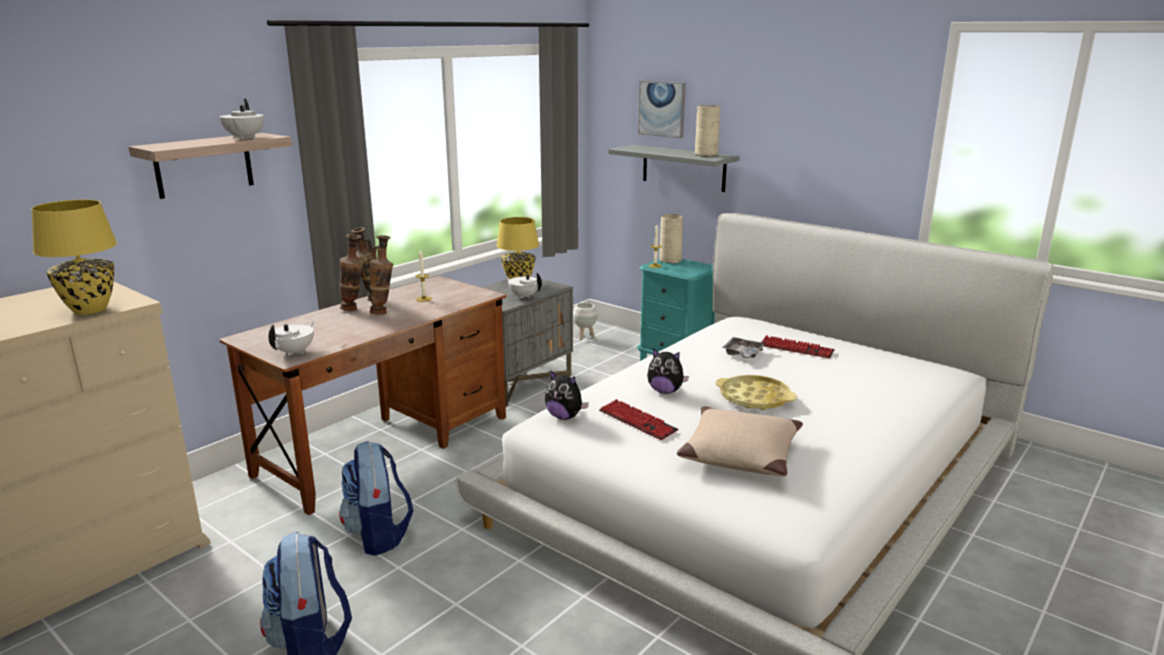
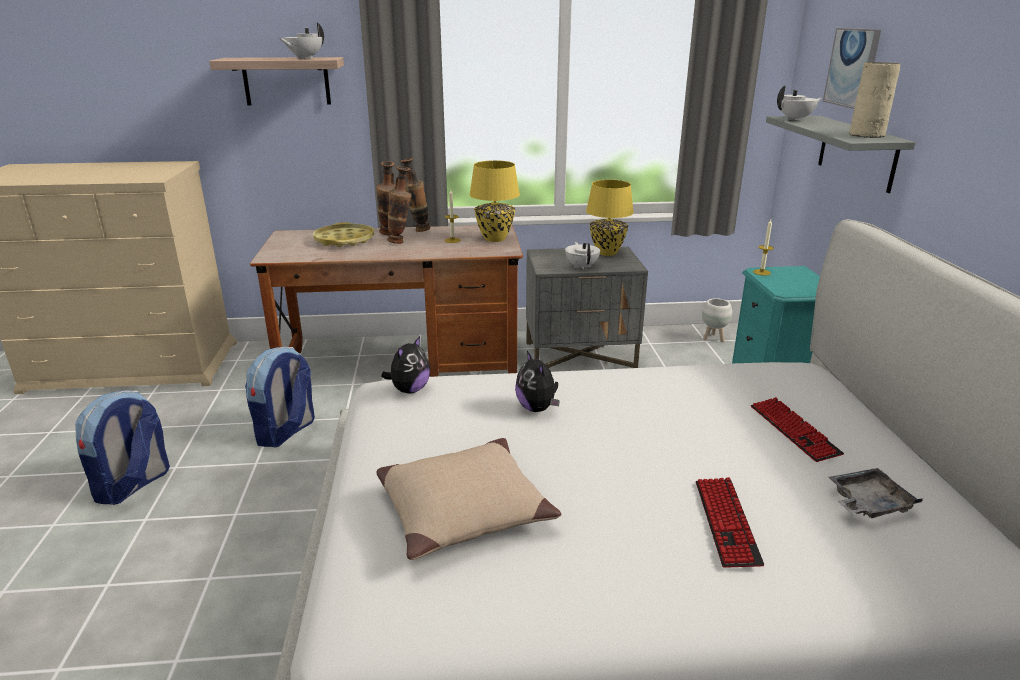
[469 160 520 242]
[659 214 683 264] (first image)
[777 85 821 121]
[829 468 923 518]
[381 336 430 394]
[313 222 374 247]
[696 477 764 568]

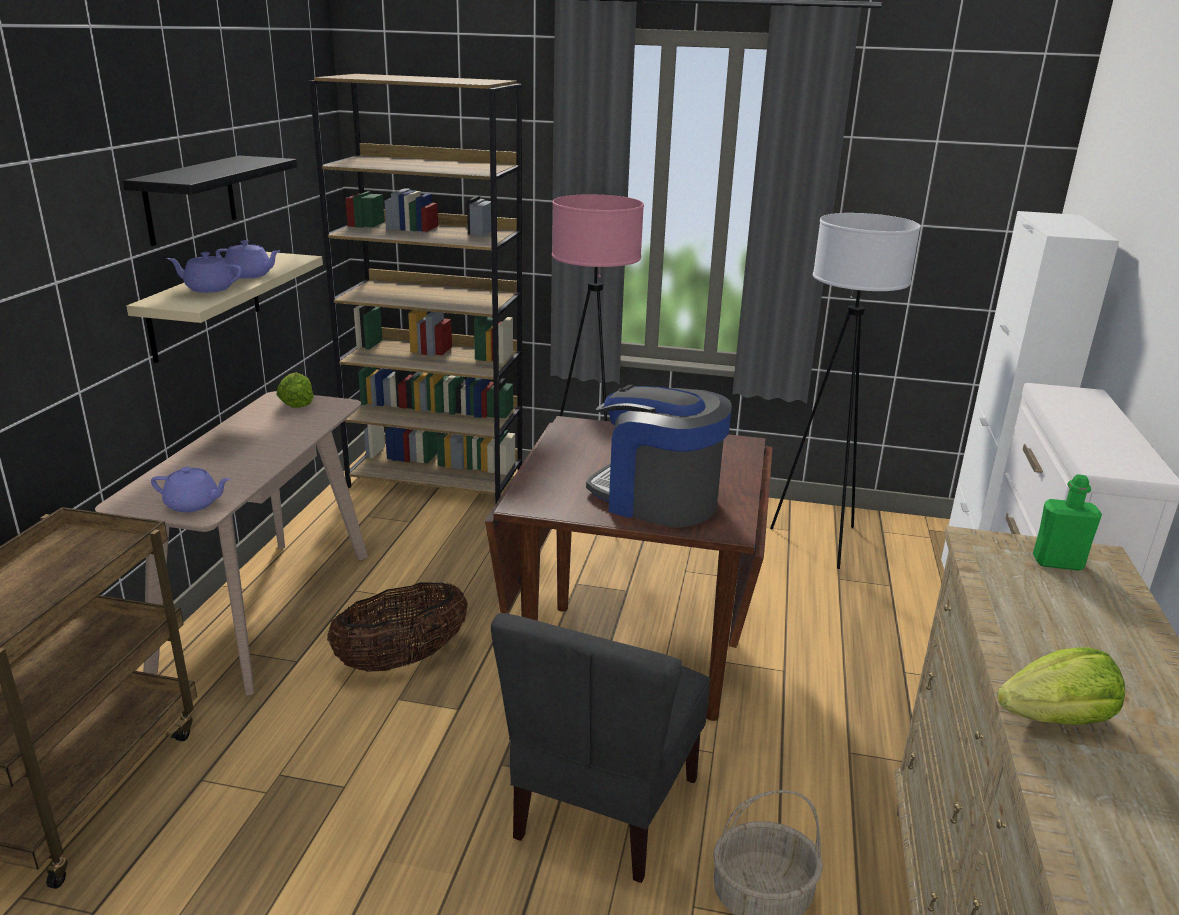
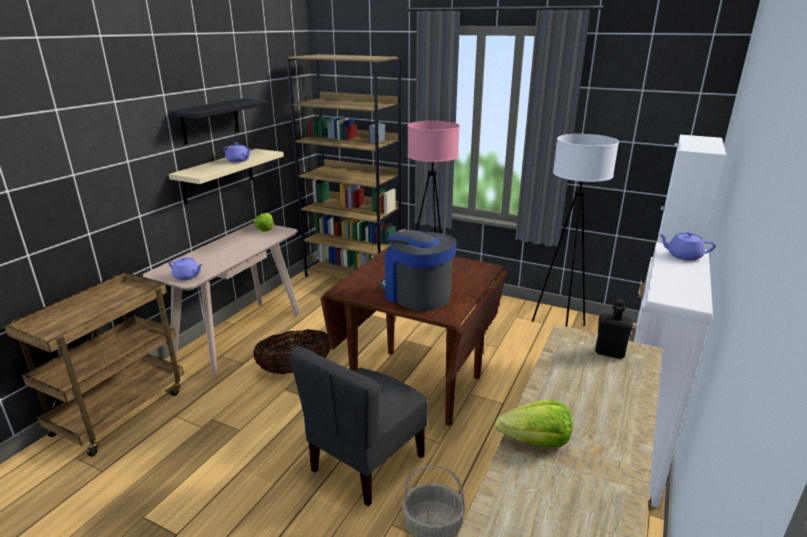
[658 231 716 261]
[595 299 634 359]

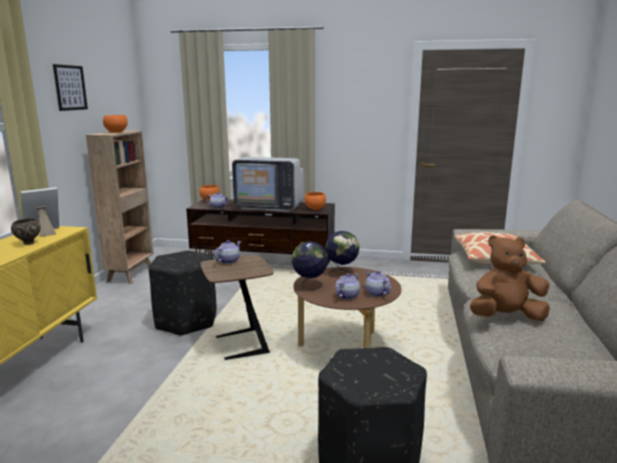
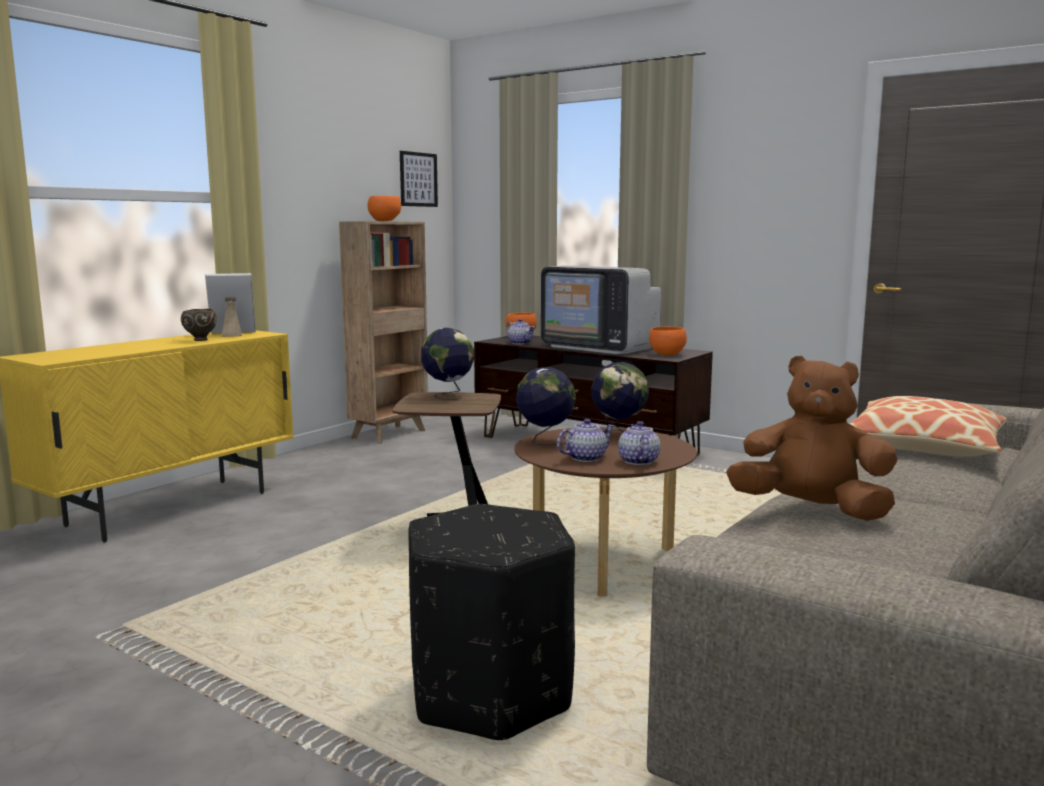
[400 151 438 207]
[421 328 474 400]
[149 251 216 336] (first image)

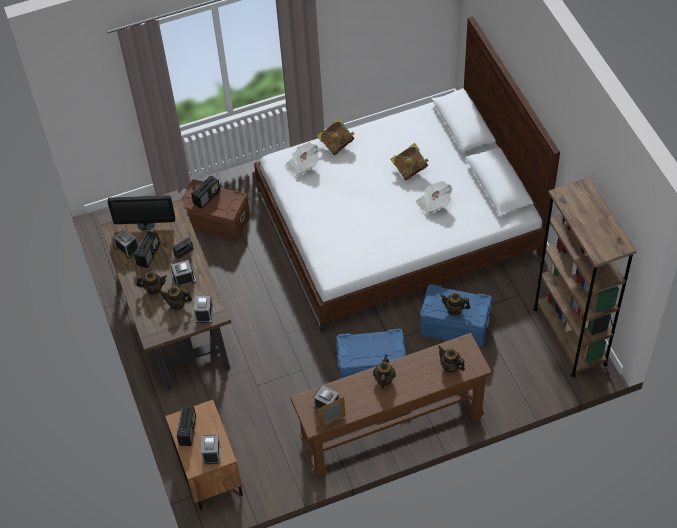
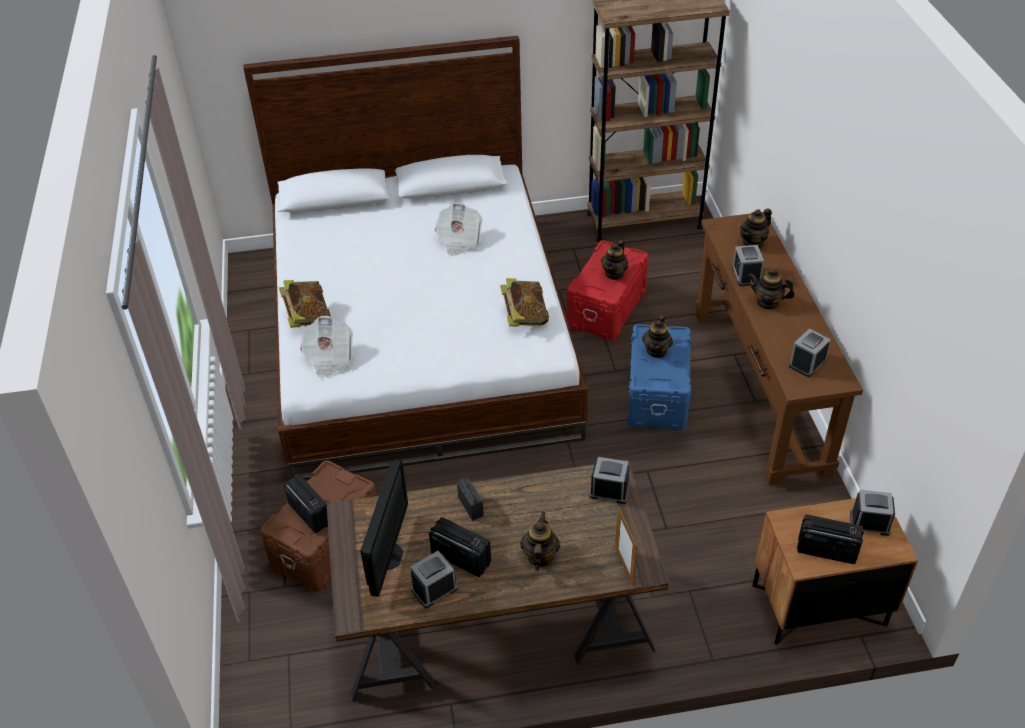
[500 278 549 326]
[732 245 764 286]
[567 240 649 341]
[642 315 673 358]
[615 506 637 586]

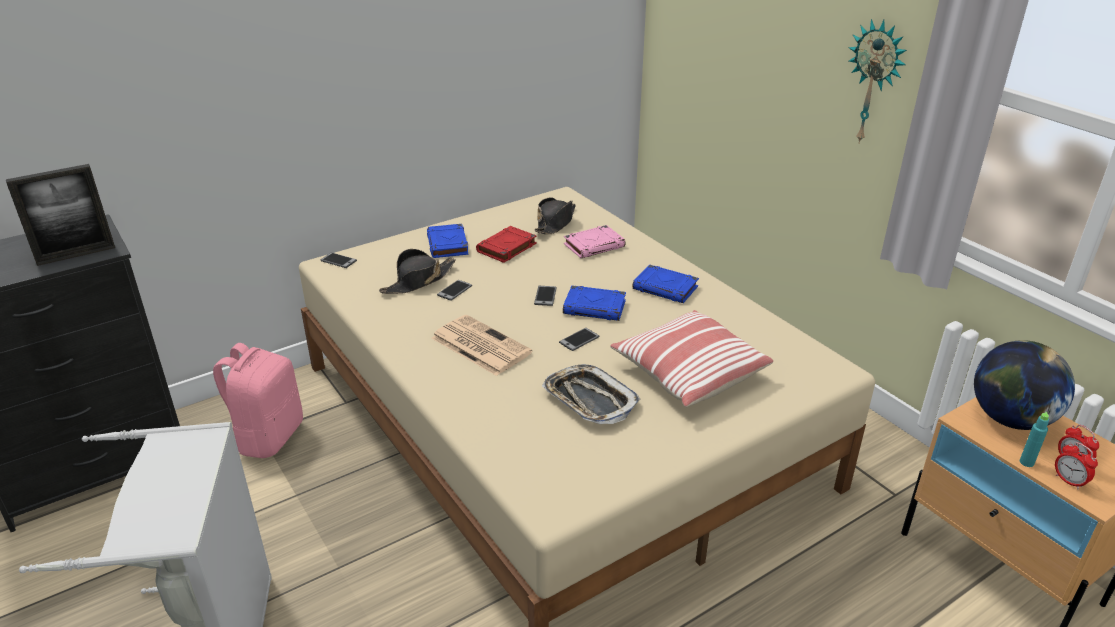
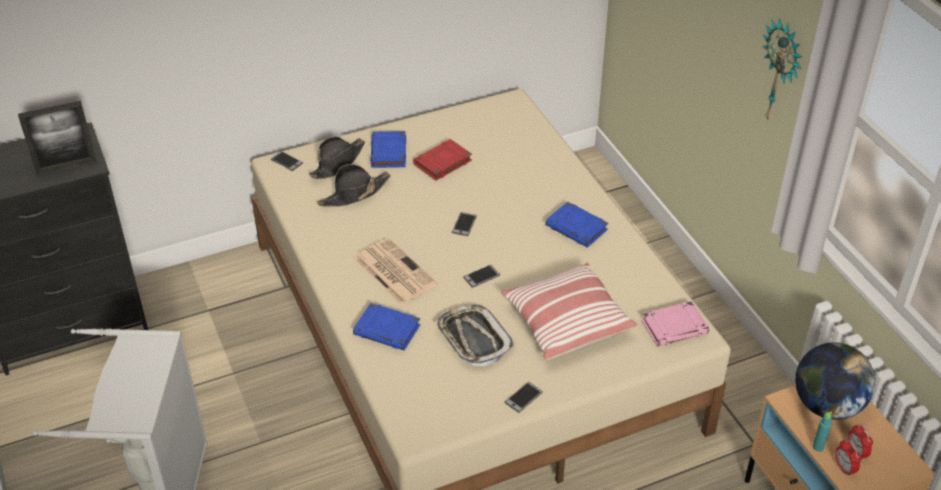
[309 137 365 179]
[641 301 709 347]
[504 382 543 413]
[353 303 420 350]
[213 343 303 458] (first image)

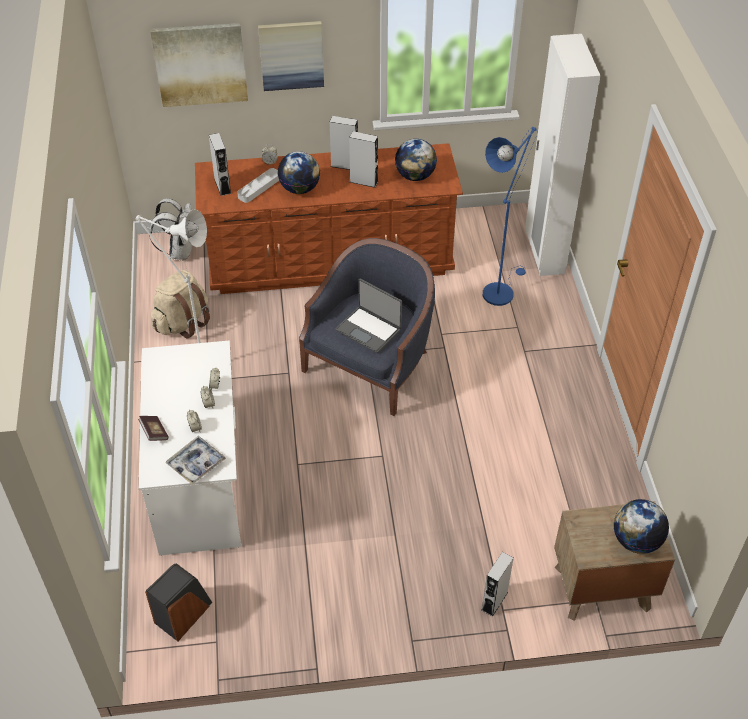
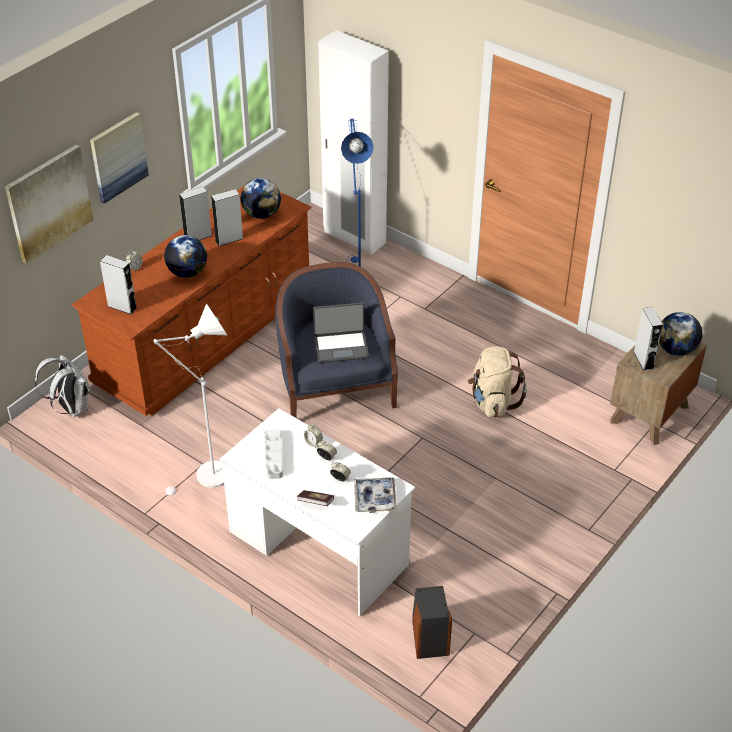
[264 429 283 479]
[468 347 527 417]
[634 307 663 371]

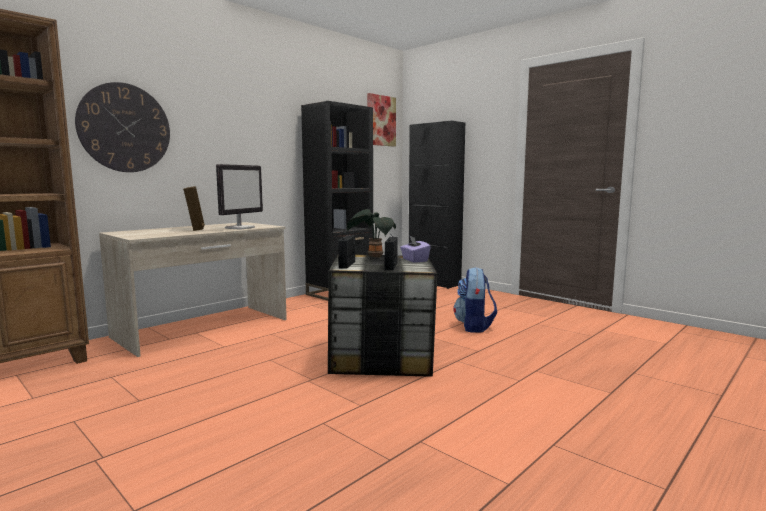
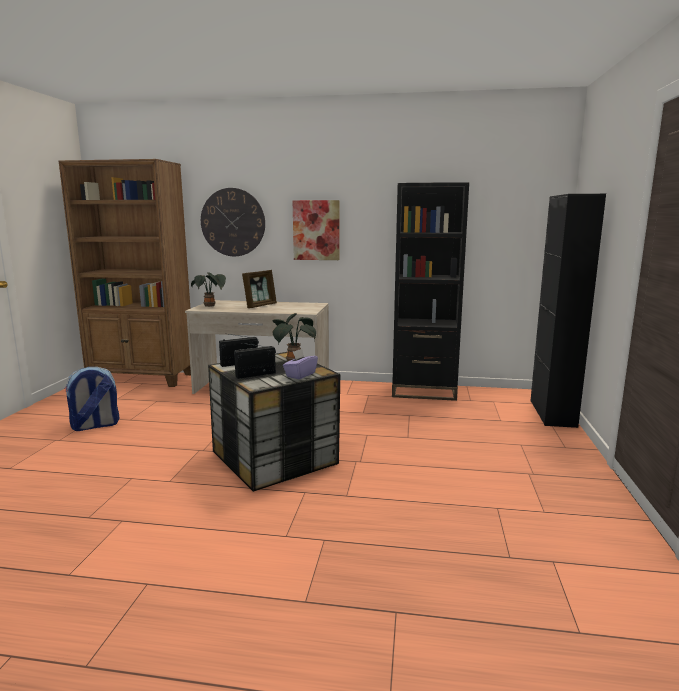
[293 200 339 260]
[216 164 263 230] (first image)
[64 367 119 431]
[191 272 226 307]

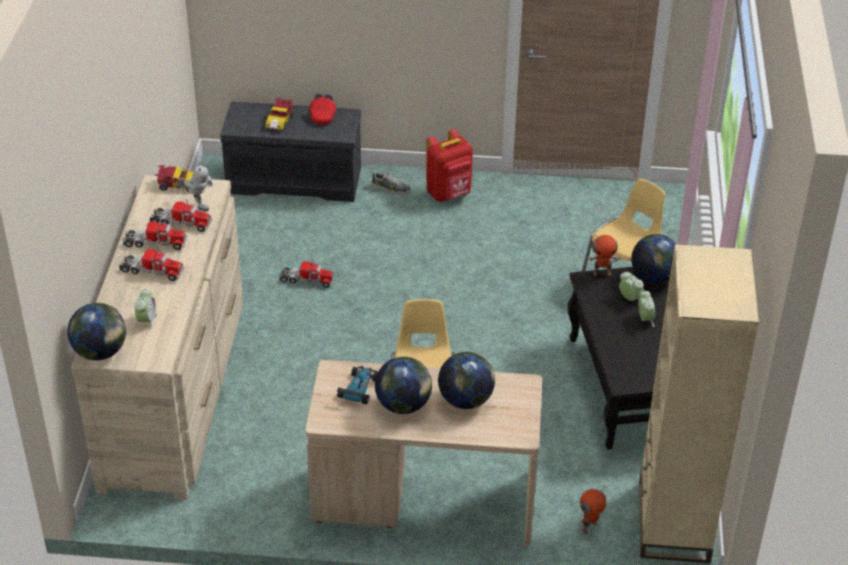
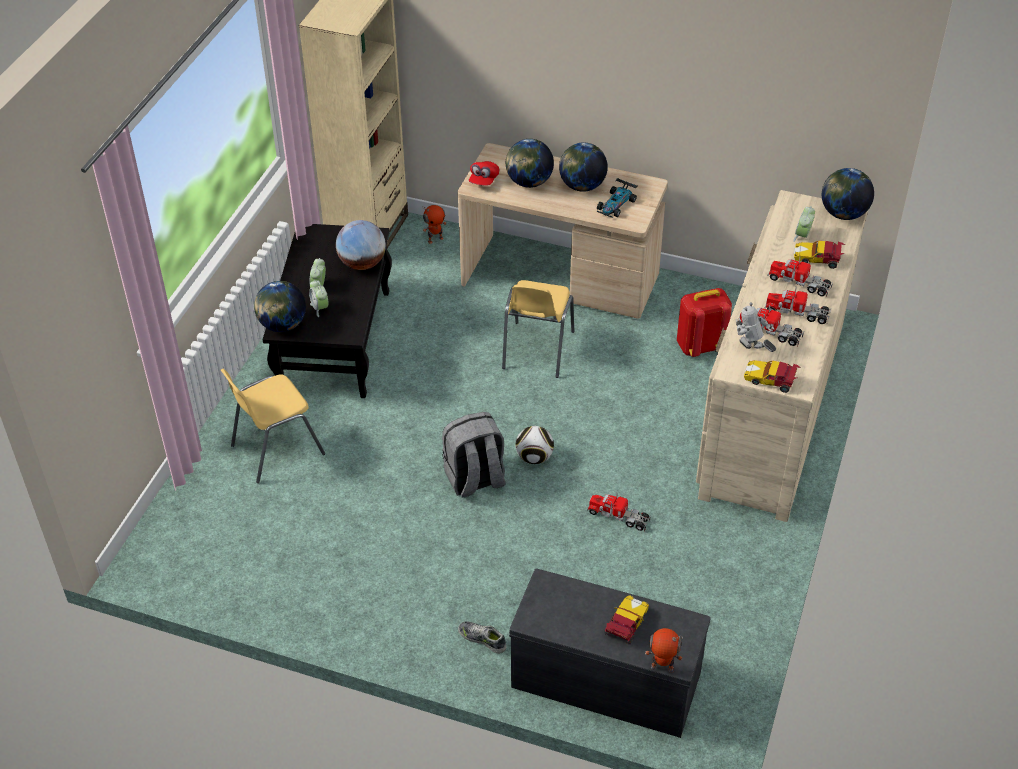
[469 161 499 186]
[677 288 732 357]
[645 628 683 673]
[336 220 386 270]
[794 241 845 269]
[442 412 506 498]
[516 426 554 464]

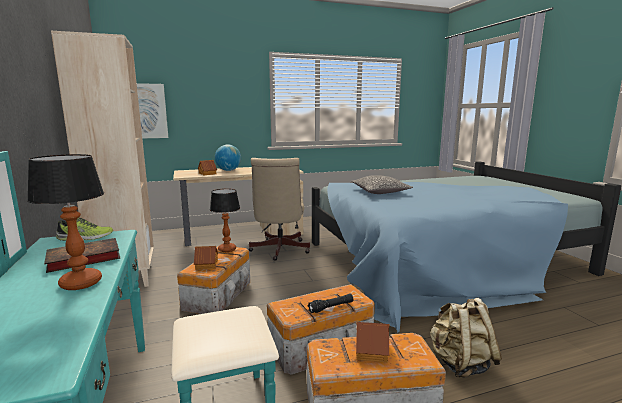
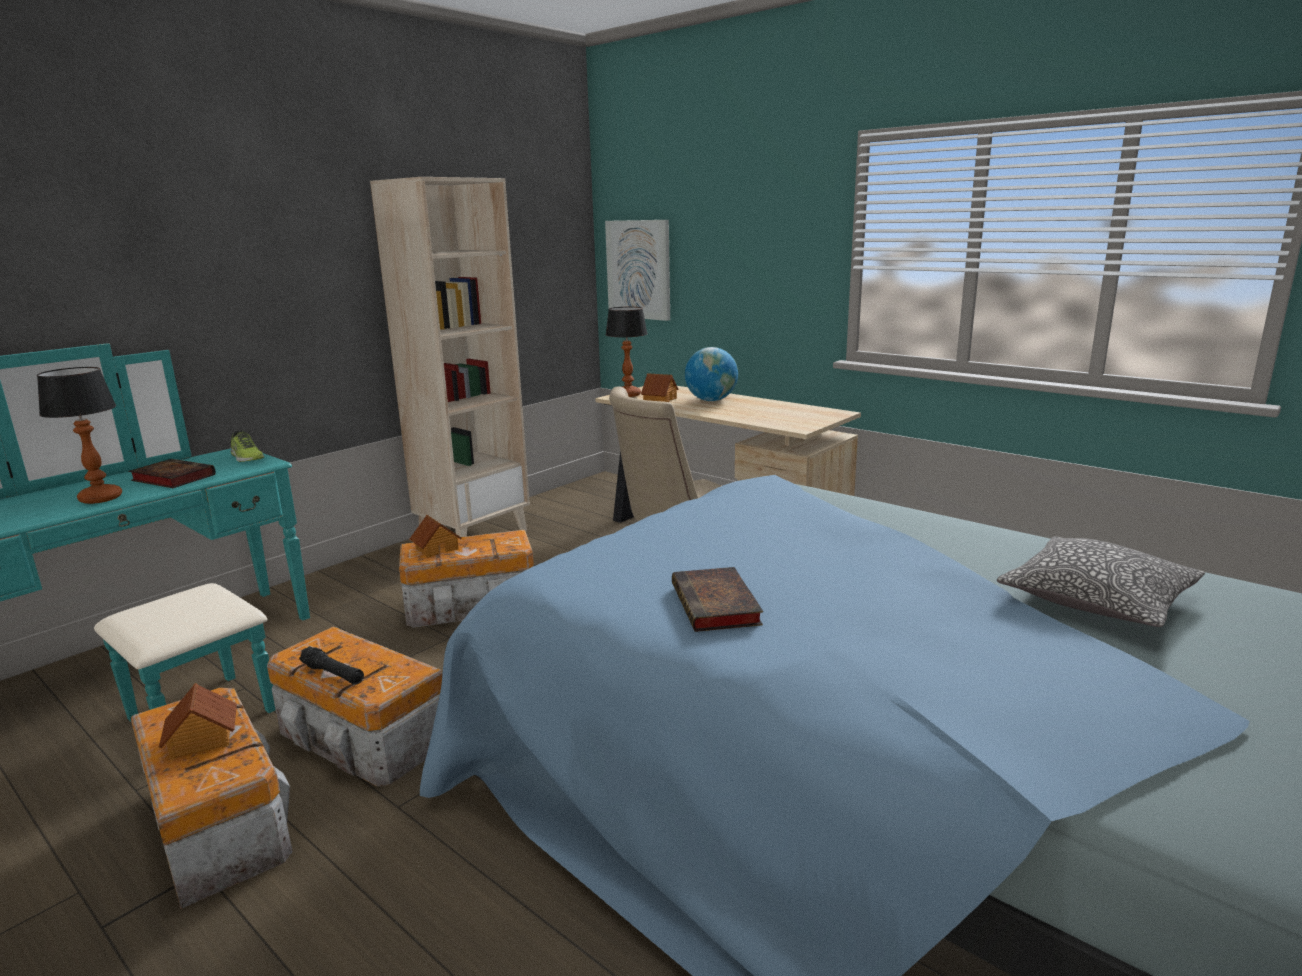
[997 536 1205 627]
[605 307 648 397]
[429 298 502 378] (first image)
[672 567 763 632]

